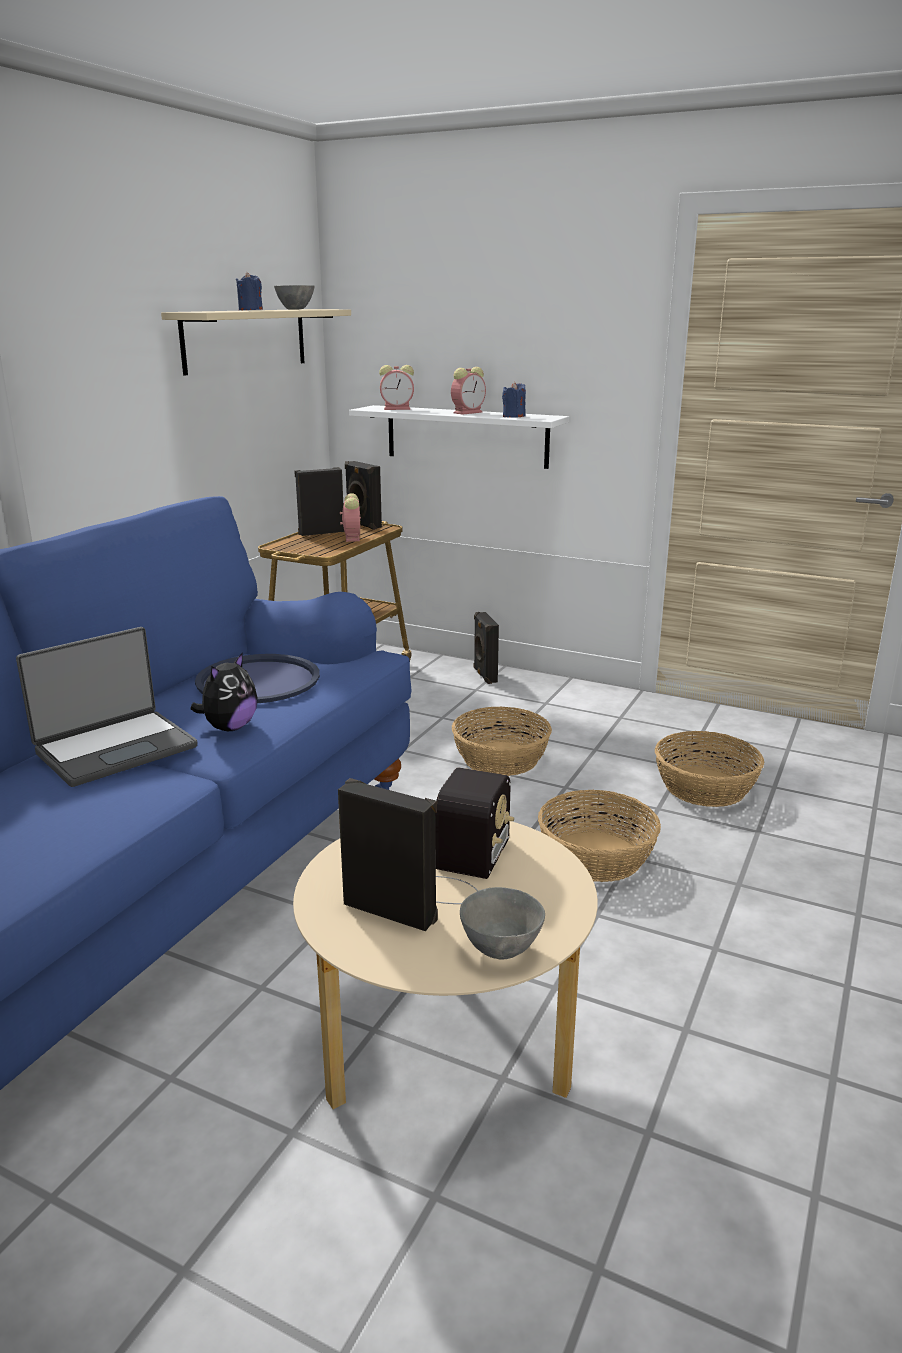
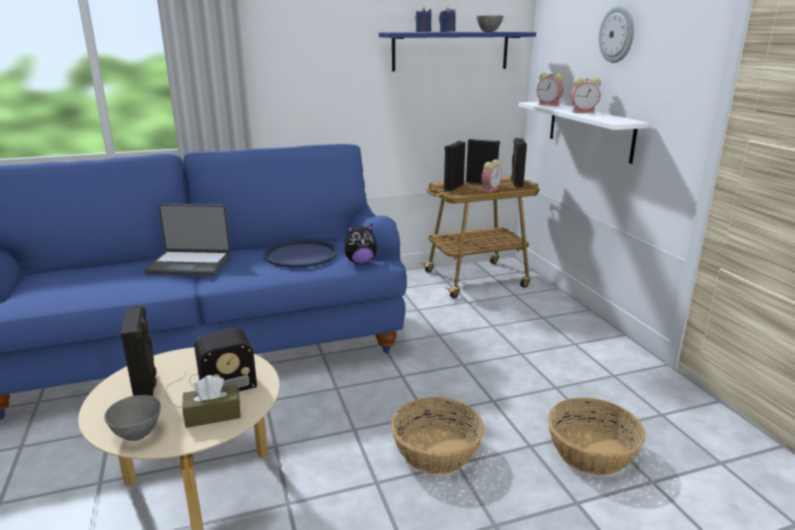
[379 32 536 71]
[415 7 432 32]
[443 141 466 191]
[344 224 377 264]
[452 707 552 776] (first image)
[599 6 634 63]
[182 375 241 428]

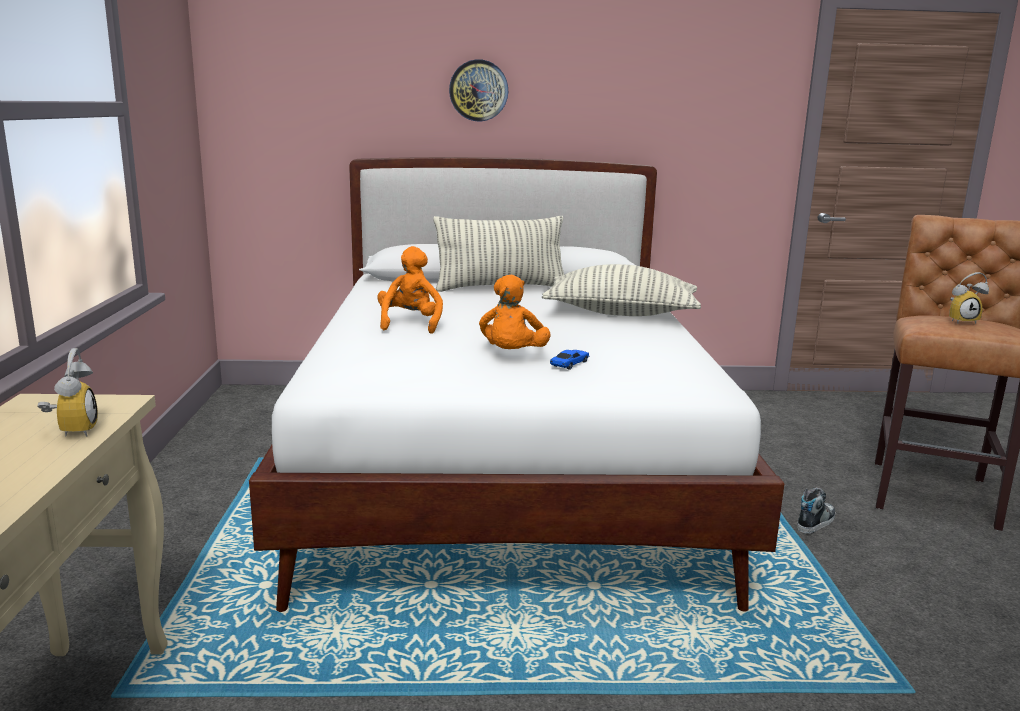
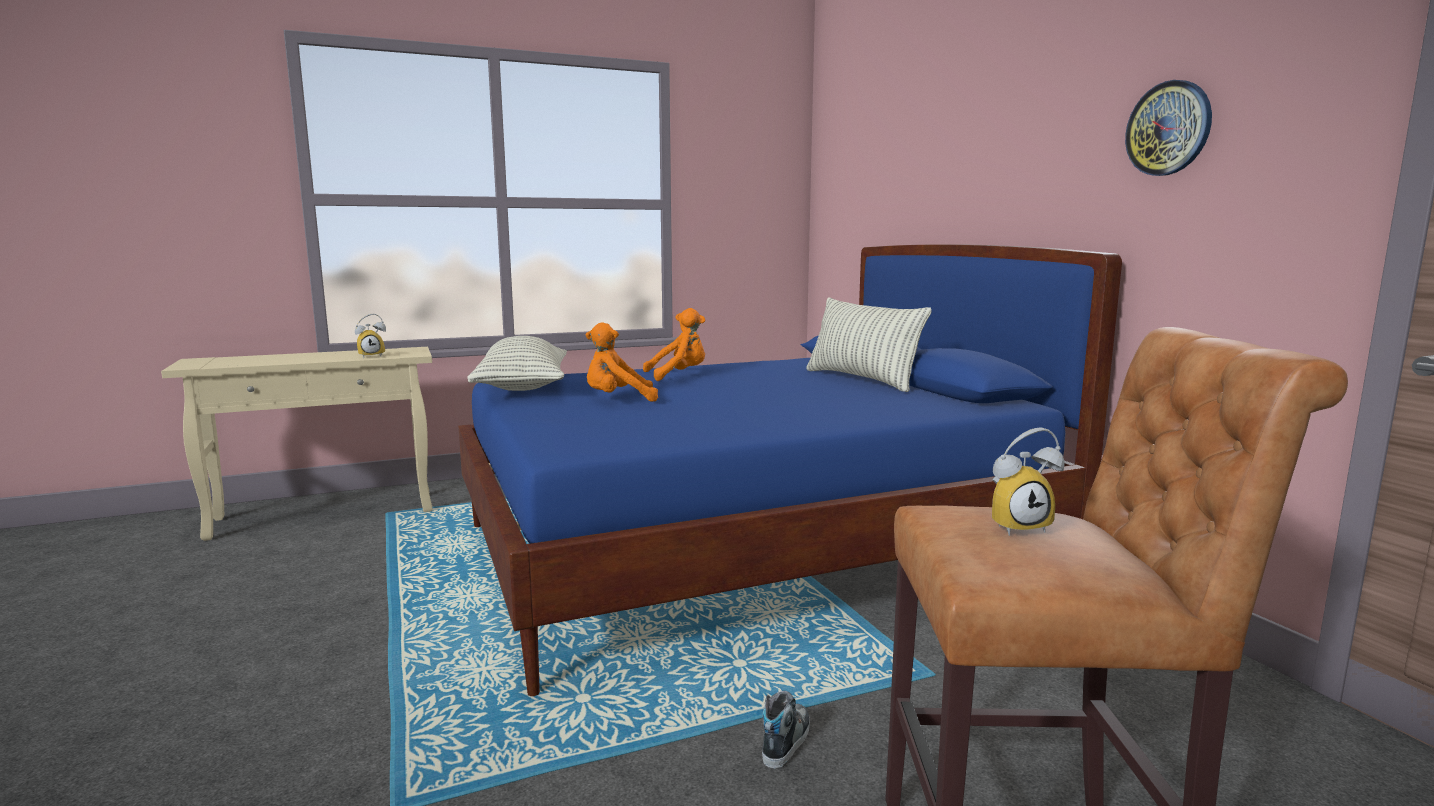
[1125 80 1212 176]
[458 244 1122 696]
[467 336 567 391]
[992 427 1065 536]
[550 350 589 370] (first image)
[762 691 810 769]

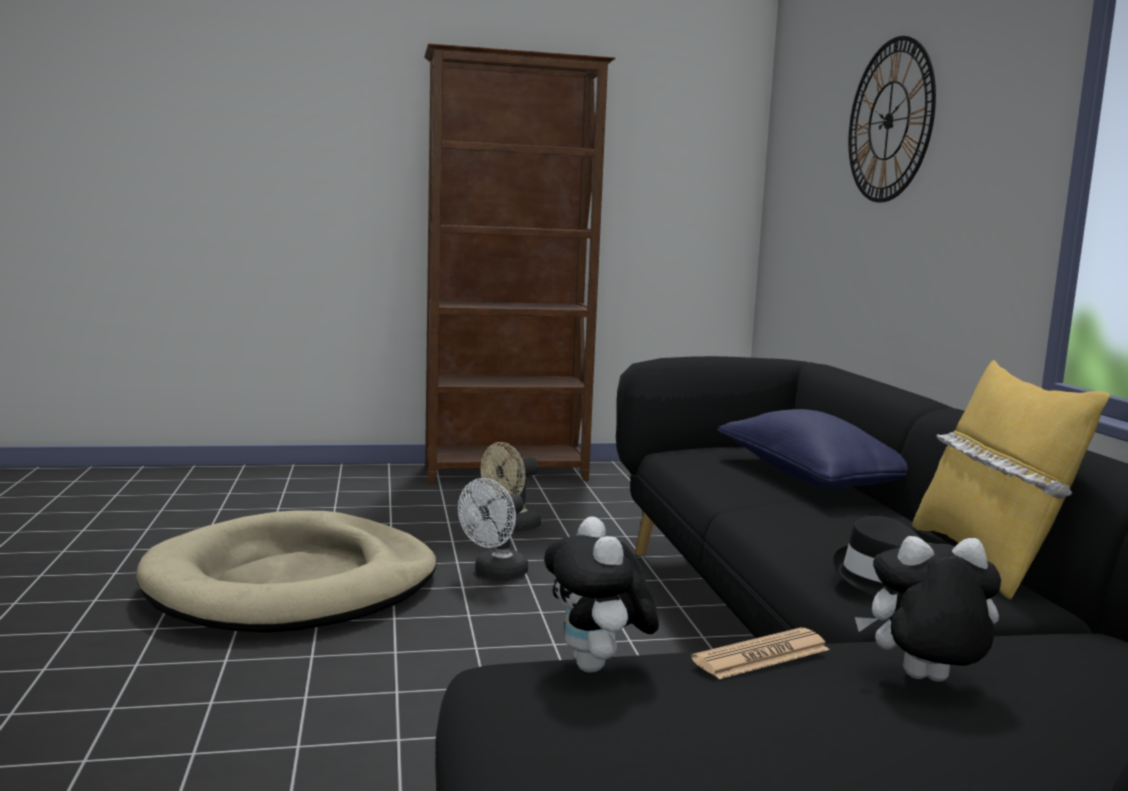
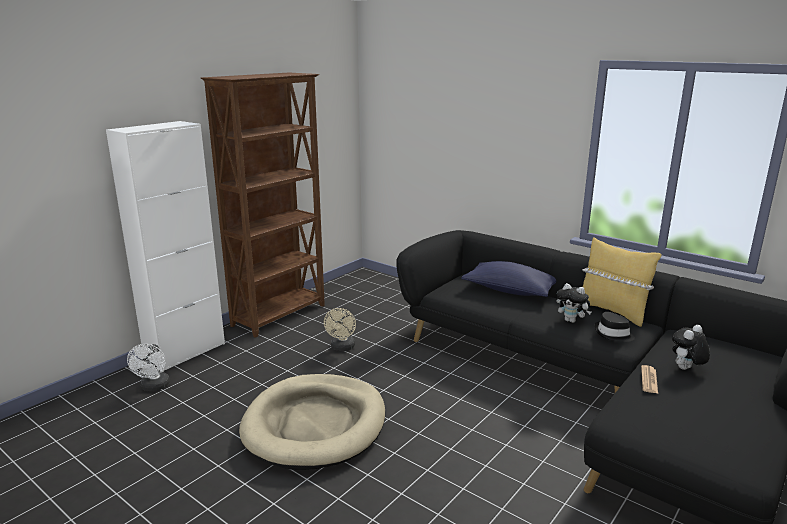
[848 36 936 203] (first image)
[127 344 170 391]
[556 283 591 323]
[106 121 225 372]

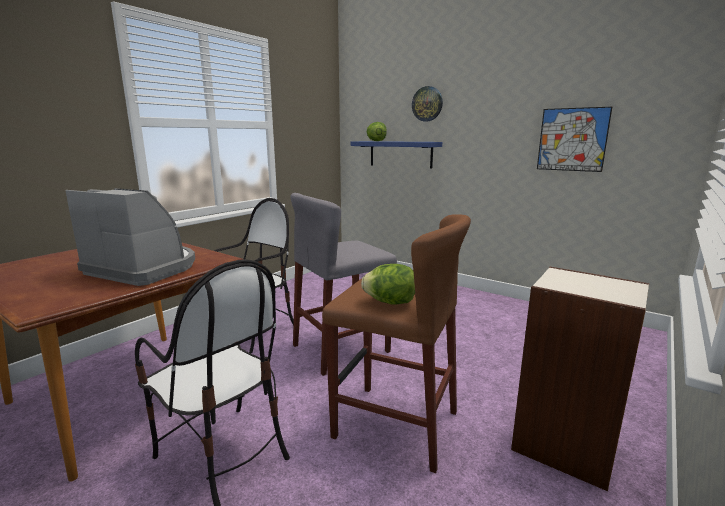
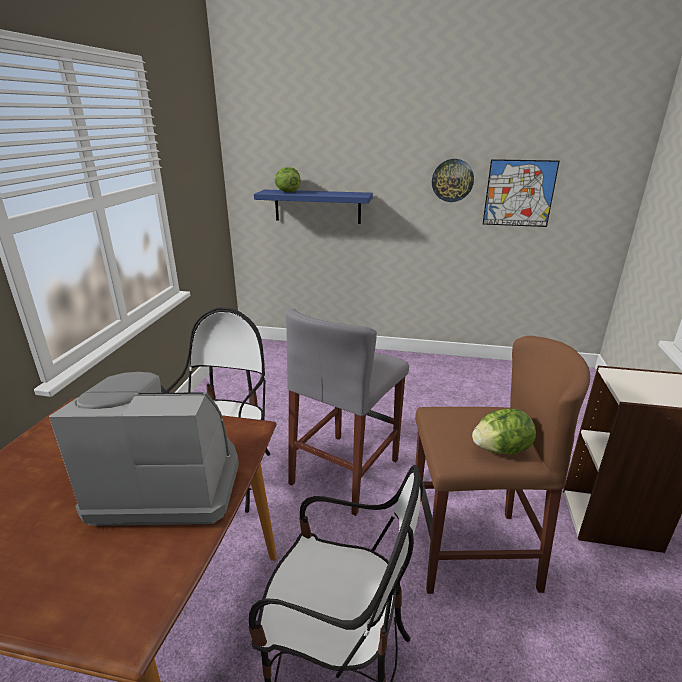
[432 159 474 202]

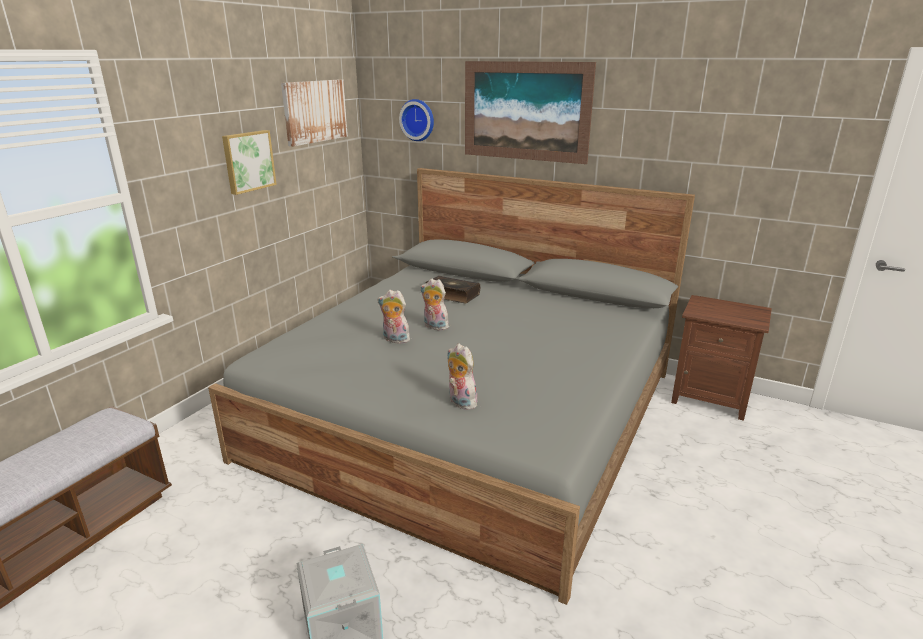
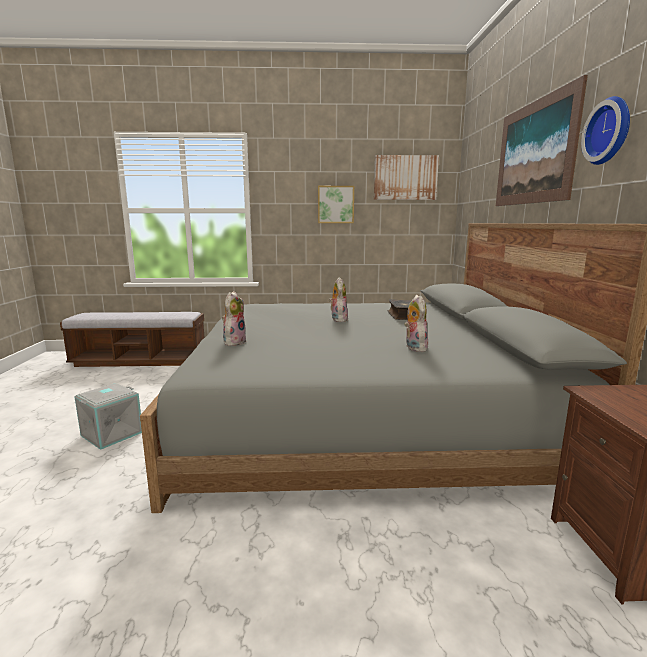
[581 96 630 165]
[404 295 428 352]

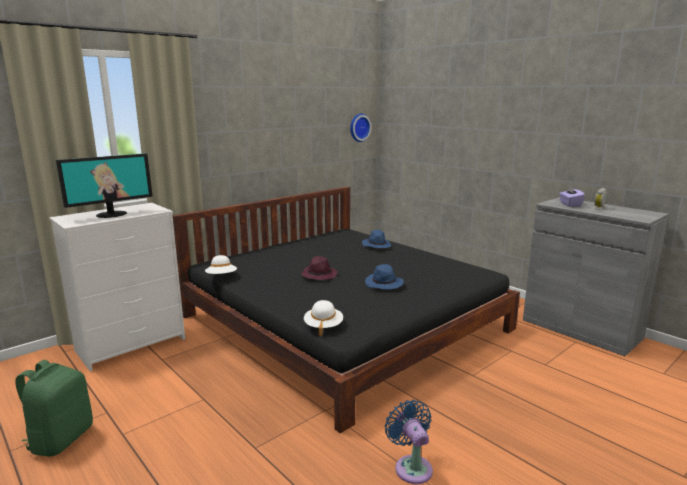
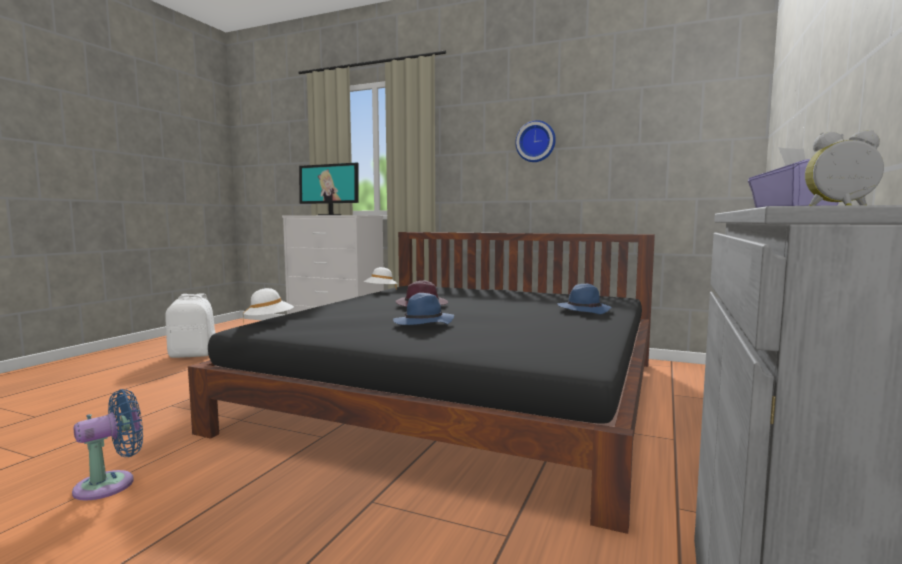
[515 120 556 162]
[165 293 216 358]

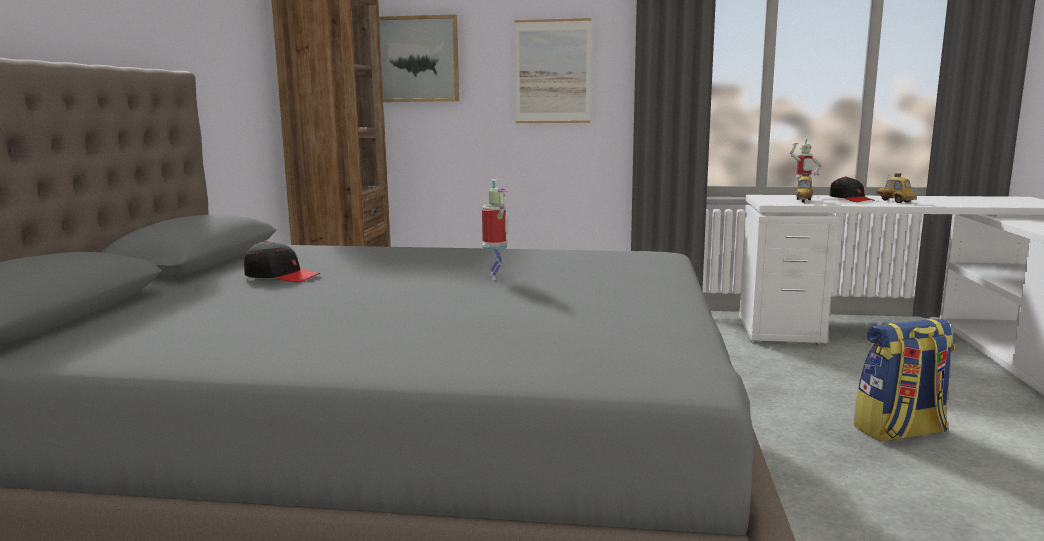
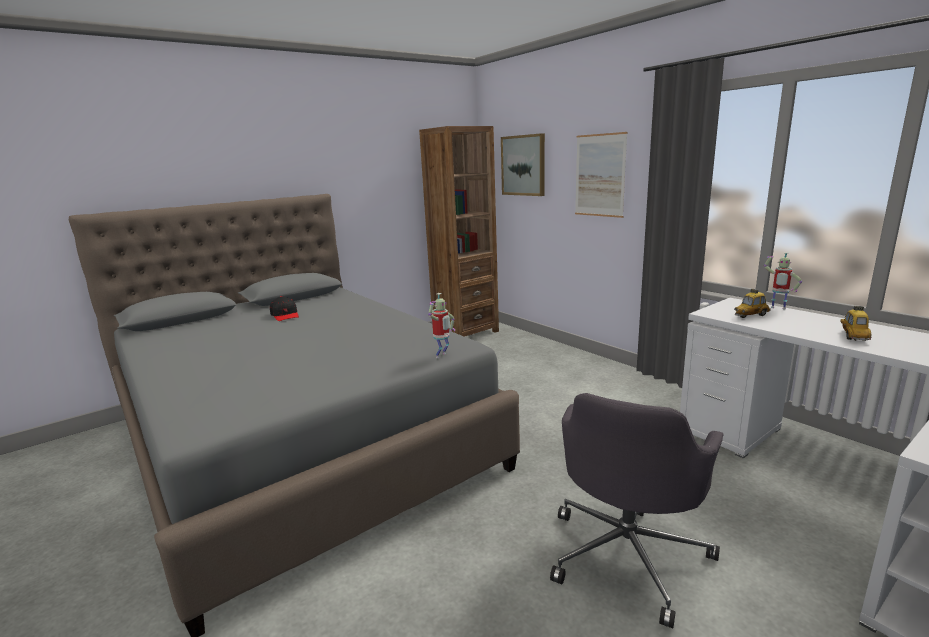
[829 177 875 202] (first image)
[428 293 455 358]
[550 393 723 628]

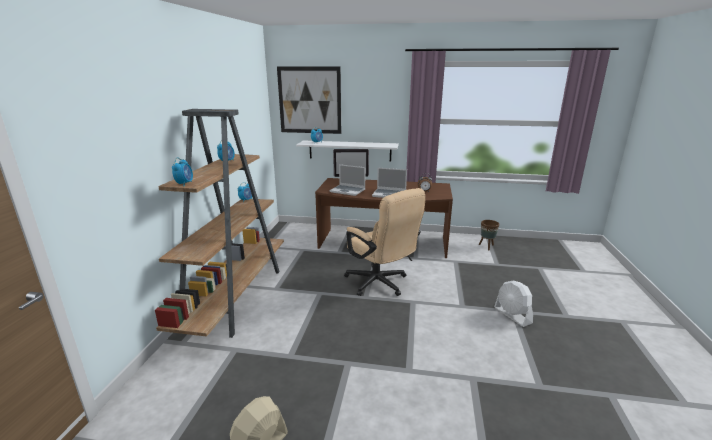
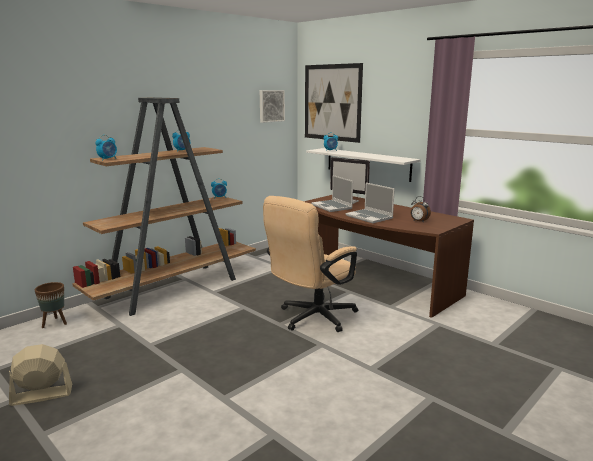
[263 196 358 332]
[35 282 67 328]
[494 281 533 327] (first image)
[260 90 285 123]

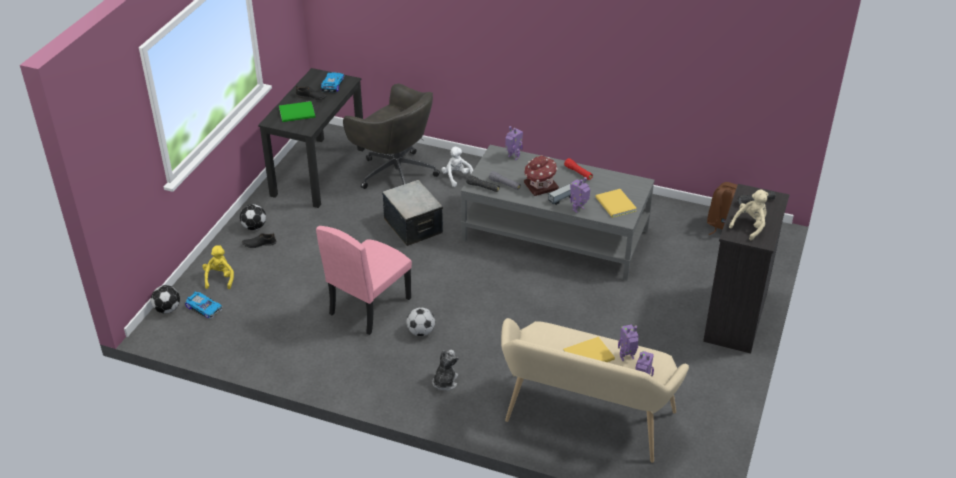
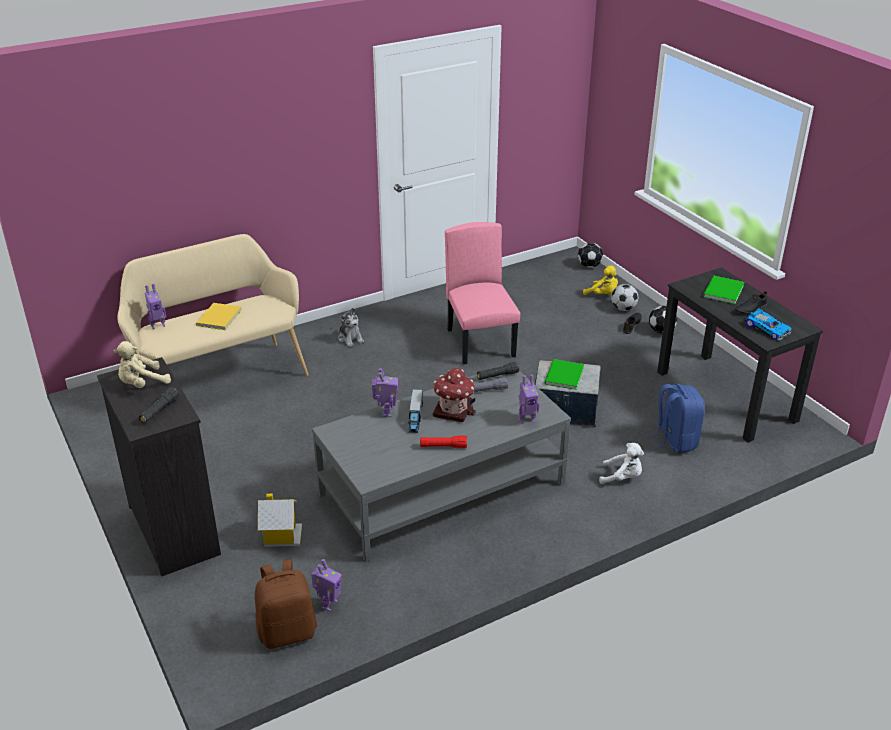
[647 384 705 453]
[595 189 637 218] (first image)
[113 341 171 388]
[185 292 223 319] (first image)
[611 284 638 311]
[311 559 342 611]
[545 359 584 390]
[258 494 302 547]

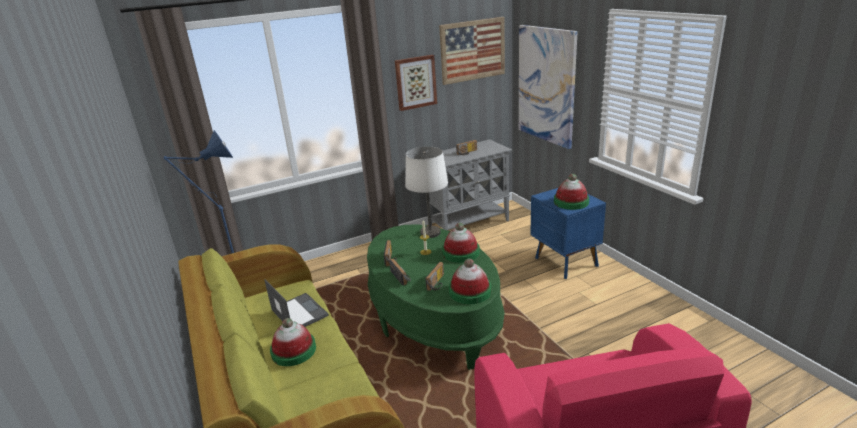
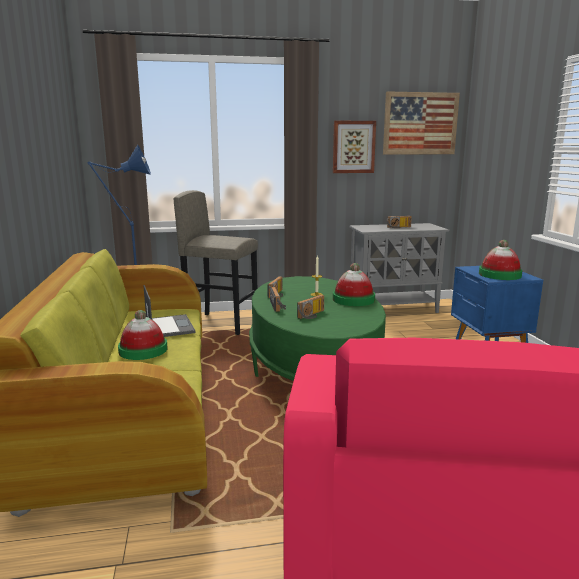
[519 25 578 149] (first image)
[405 147 448 238] (first image)
[449 258 492 304] (first image)
[174 190 258 335]

